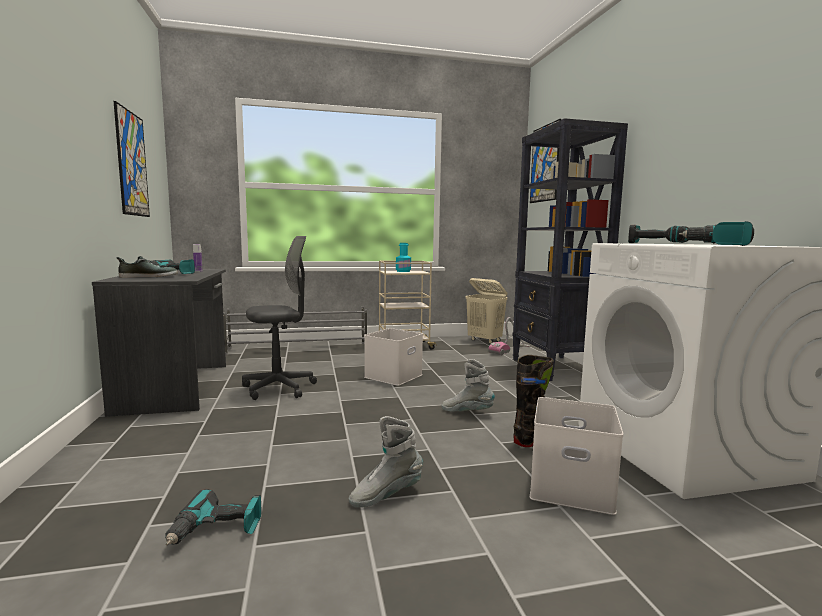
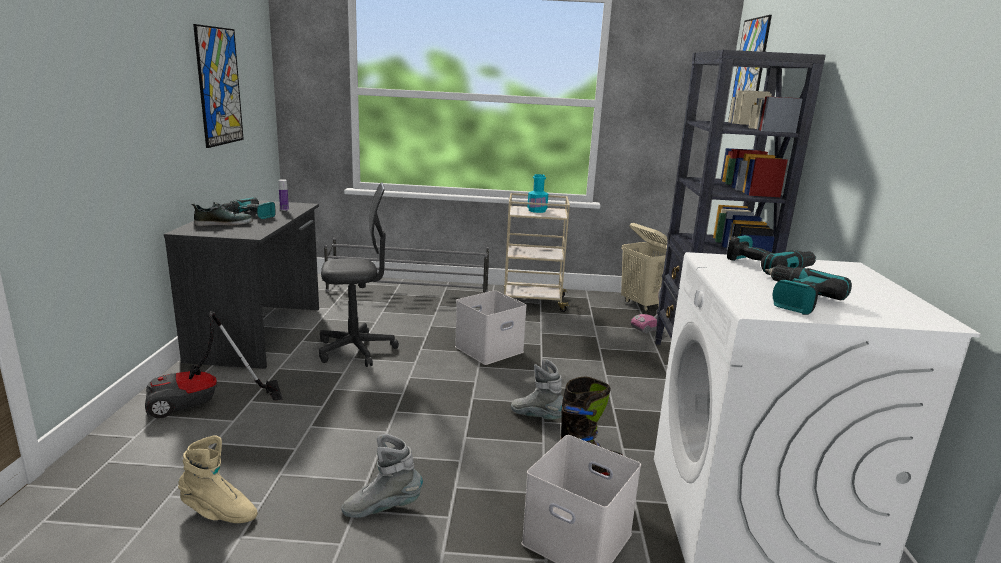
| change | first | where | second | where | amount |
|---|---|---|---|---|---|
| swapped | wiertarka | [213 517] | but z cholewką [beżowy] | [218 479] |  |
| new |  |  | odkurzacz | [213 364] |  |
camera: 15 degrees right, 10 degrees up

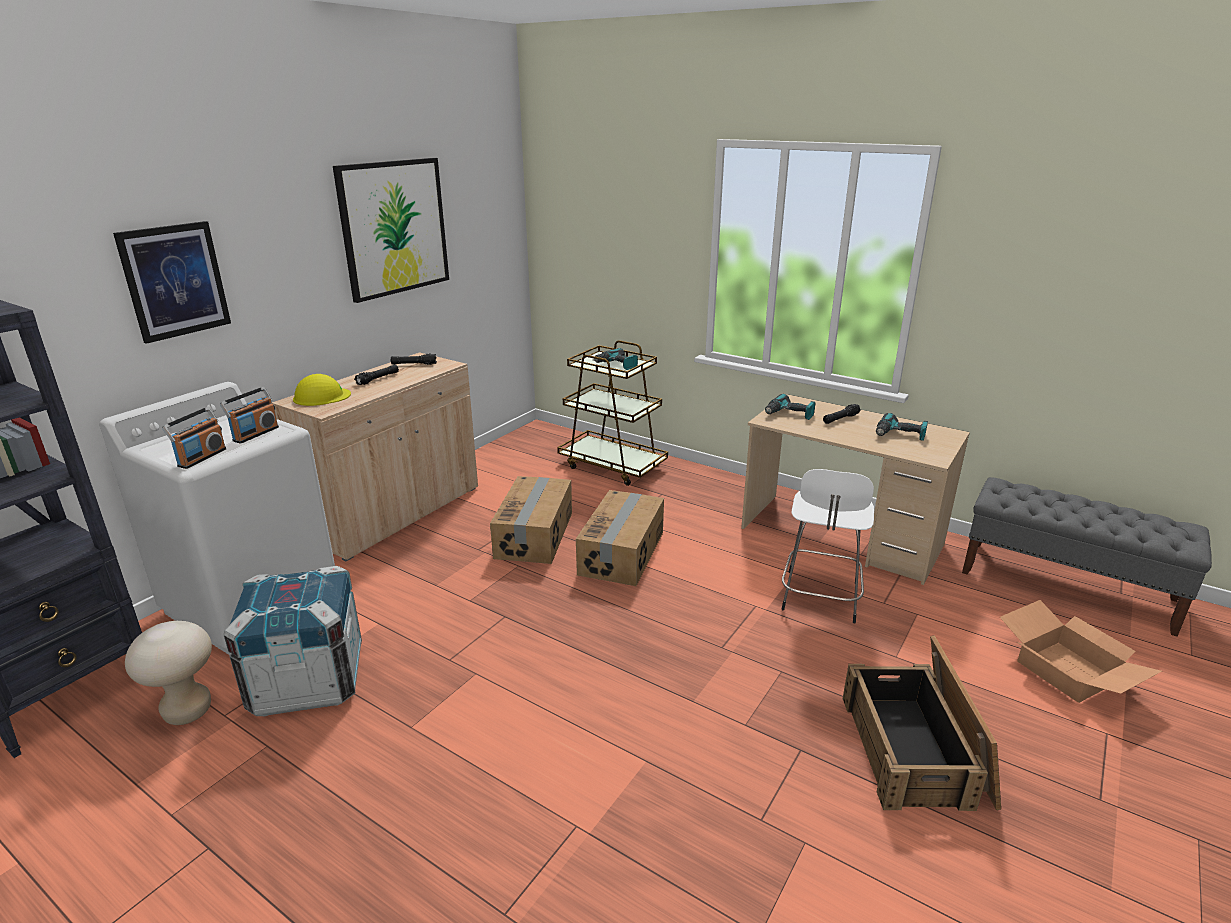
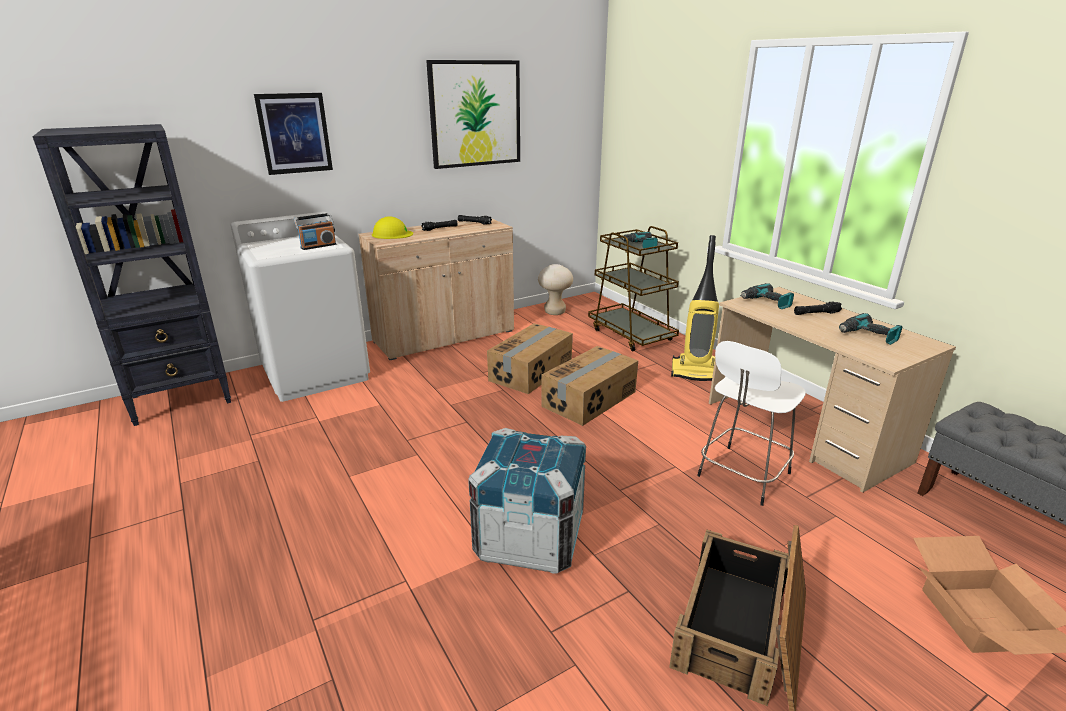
| change | first | where | second | where | amount |
|---|---|---|---|---|---|
| shifted | stołek [beżowy] | [168 673] |  | [555 289] |  |
| gone | radio | [194 438] |  |  |  |
| shifted | skrzynka | [293 641] |  | [527 500] |  |
| new |  |  | odkurzacz | [695 308] |  |
camera: 25 degrees right, 0 degrees up

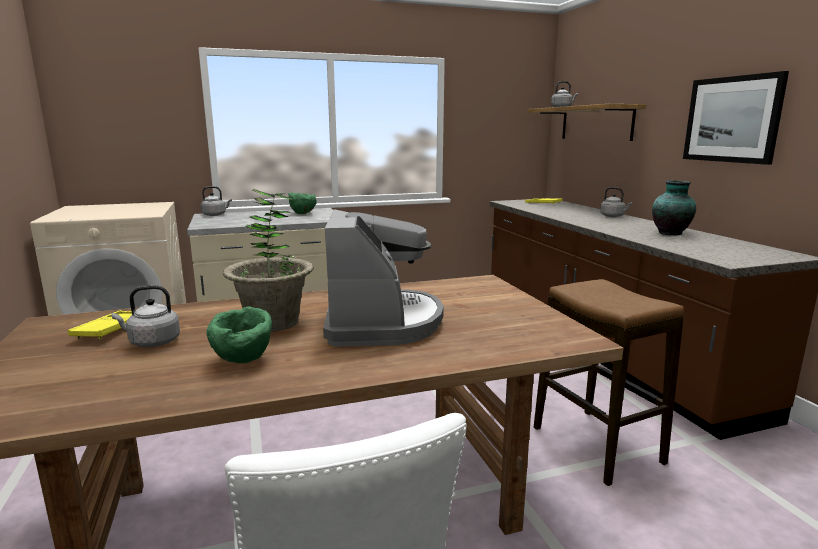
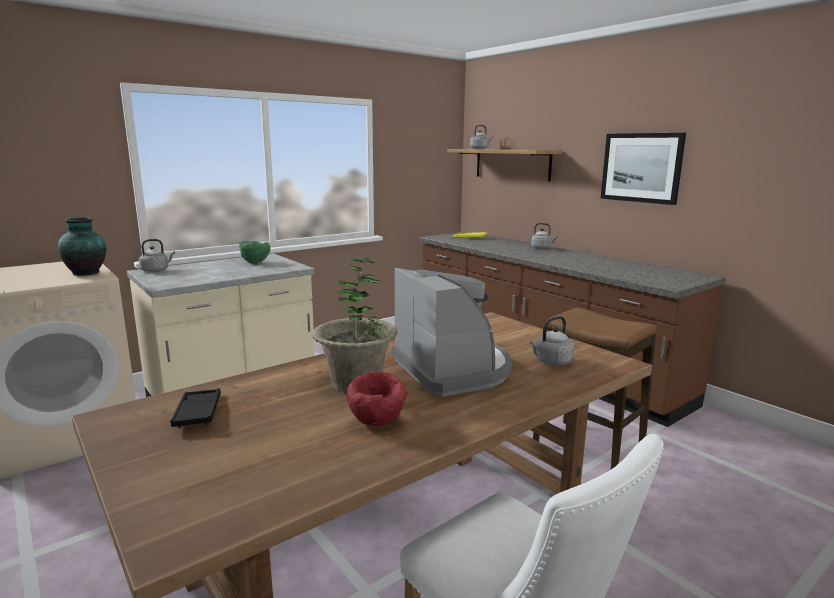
| change | first | where | second | where | amount |
|---|---|---|---|---|---|
| repainted | taca [żółty] | [100 324] | taca [czarny] | [195 408] |  |
| shifted | czajnik [szary] | [146 316] |  | [551 341] |  |
| repainted | miska [zielony] | [239 335] | miska [czerwony] | [377 398] |  |
| shifted | wazon | [674 207] |  | [82 246] |  |
camera: 20 degrees left, 0 degrees up

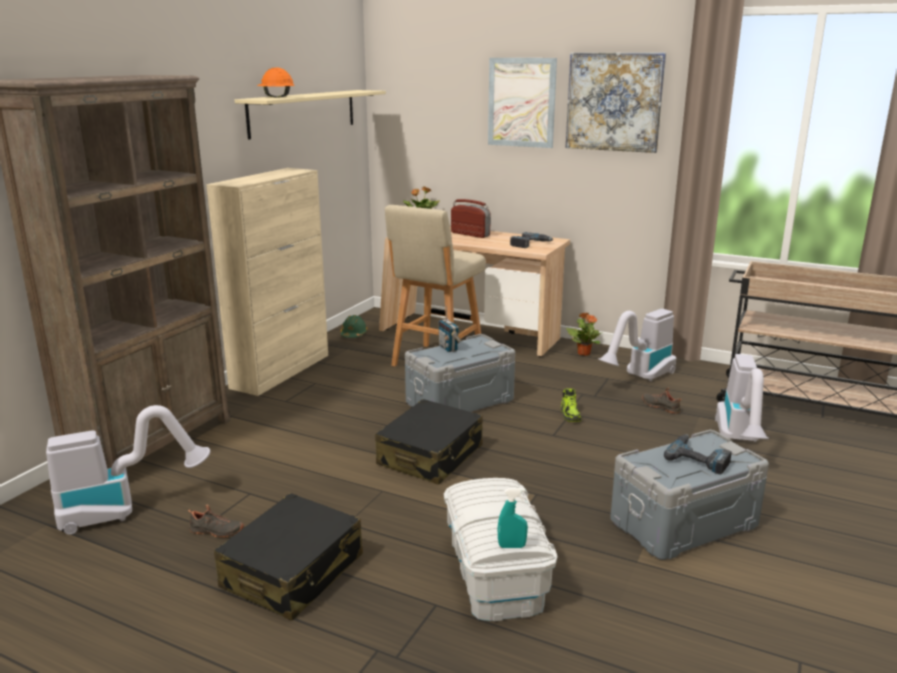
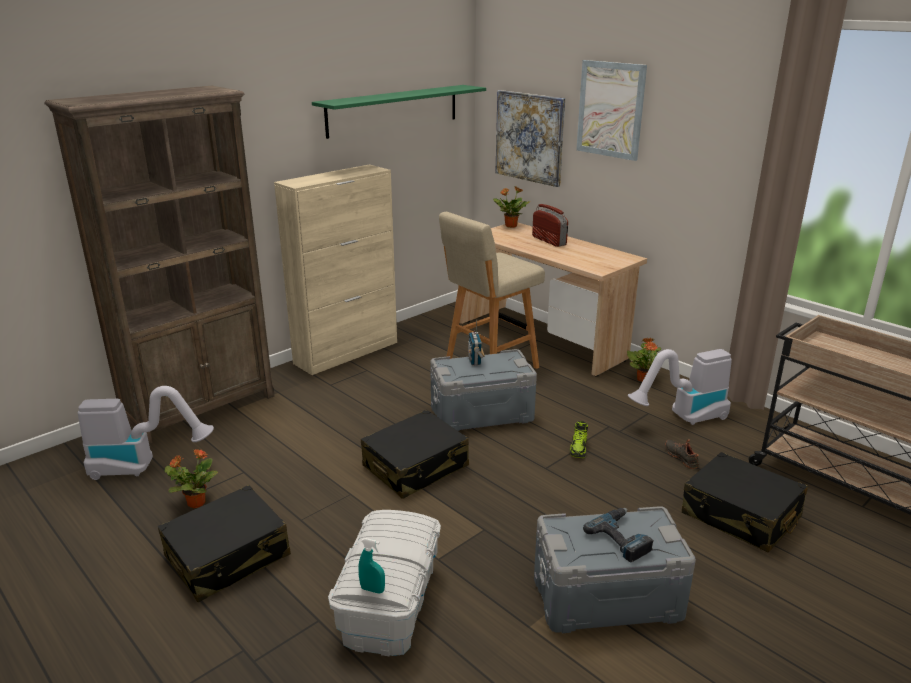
| change | first | where | second | where | amount |
|---|---|---|---|---|---|
| swapped | but [czarny] | [216 521] | roślina doniczkowa | [191 478] |  |
| repainted | półka [beżowy] | [310 115] | półka [zielony] | [399 112] |  |
| gone | kask [pomarańczowy] | [276 82] |  |  |  |
| gone | kask [zielony] | [353 326] |  |  |  |
| gone | wiertarka | [531 240] |  |  |  |
| shifted | obraz | [616 103] |  | [530 138] |  |
| swapped | odkurzacz | [742 398] | walizka [czarny] | [745 502] |  |
camera: 20 degrees right, 5 degrees up

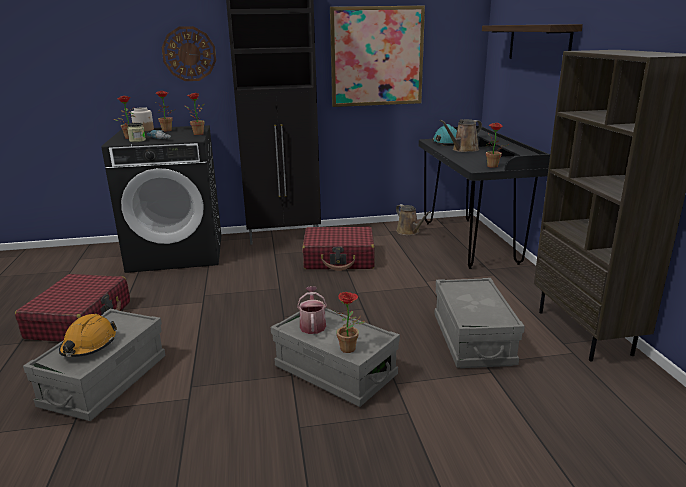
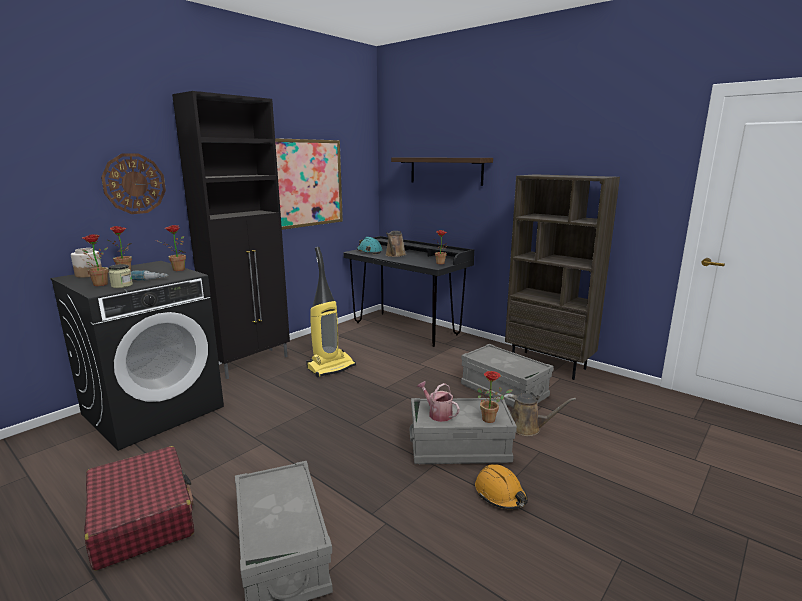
| change | first | where | second | where | amount |
|---|---|---|---|---|---|
| shifted | kask [pomarańczowy] | [88 335] |  | [501 487] |  |
| swapped | walizka [czerwony] | [338 249] | odkurzacz | [331 312] |  |
| shifted | konewka [brązowy] | [413 219] |  | [540 414] |  |
camera: 40 degrees left, 5 degrees down

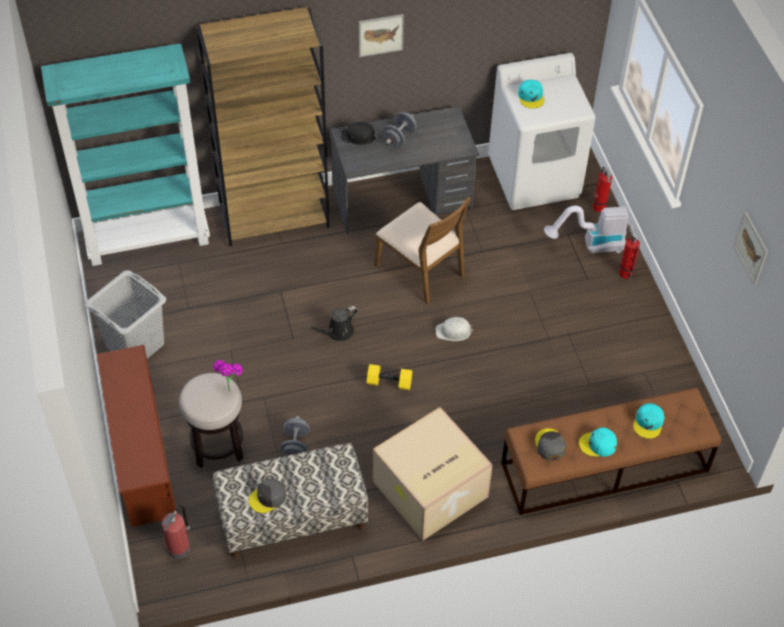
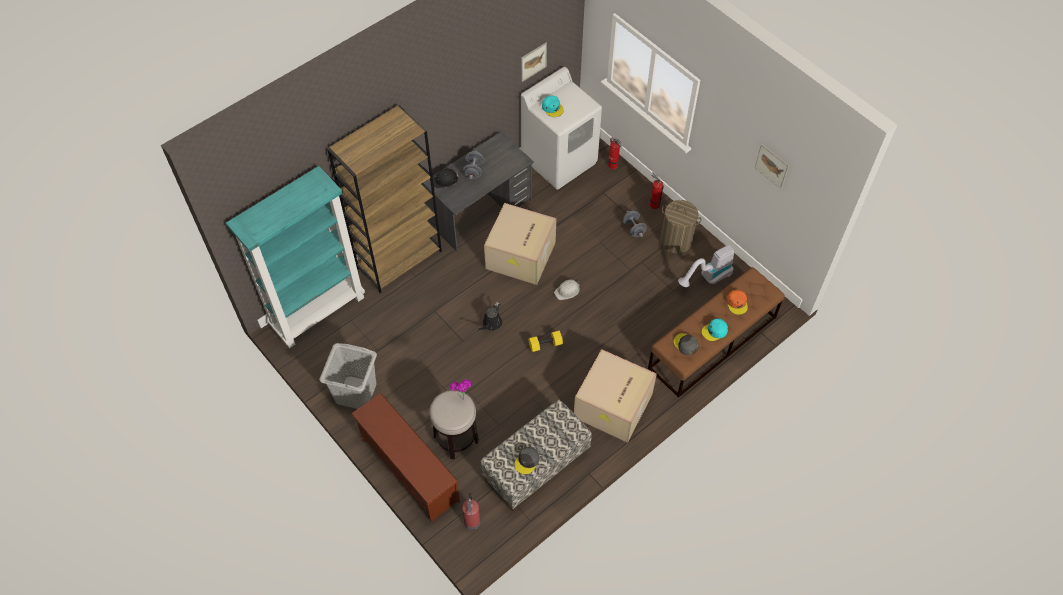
| change | first | where | second | where | amount |
|---|---|---|---|---|---|
| shifted | hantel [szary] | [295 436] |  | [635 223] |  |
| shifted | obraz | [381 35] |  | [534 62] |  |
| swapped | krzesło [brązowy] | [422 250] | karton | [520 244] |  |
| shifted | odkurzacz | [586 229] |  | [706 266] |  |
| repainted | czapka z daszkiem [turkusowy] | [649 421] | czapka z daszkiem [pomarańczowy] | [737 302] |  |
| new |  |  | kosz na pranie | [680 226] |  |
camera: 25 degrees left, 5 degrees up

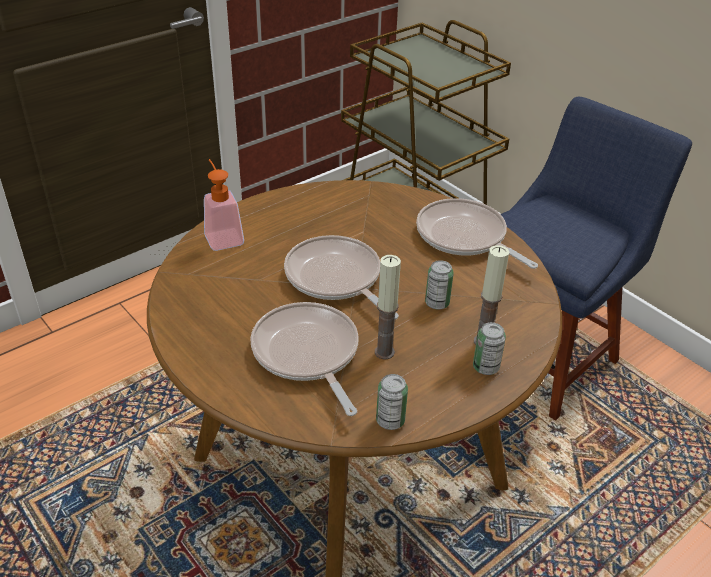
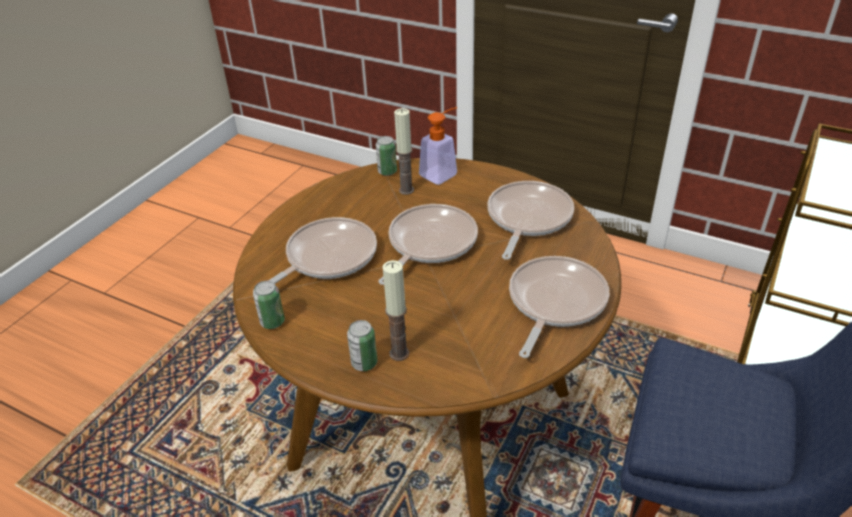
| change | first | where | second | where | amount |
|---|---|---|---|---|---|
| shifted | świeca | [388 307] |  | [404 151] |  |
| shifted | puszka | [439 284] |  | [386 156] |  |
| new |  |  | patelnia | [531 220] |  |
camera: 70 degrees right, 0 degrees up

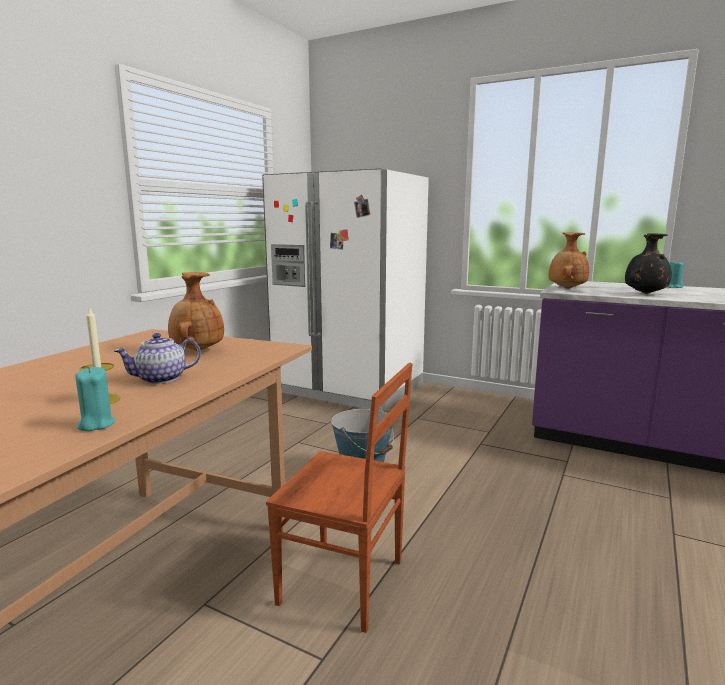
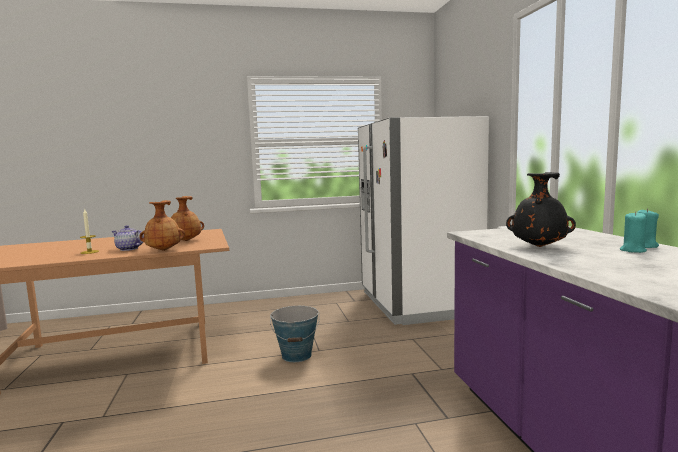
| change | first | where | second | where | amount |
|---|---|---|---|---|---|
| shifted | świeca [turkusowy] | [95 399] |  | [633 232] |  |
| gone | krzesło [brązowy] | [339 497] |  |  |  |
| shifted | wazon [brązowy] | [569 260] |  | [162 225] |  |
camera: 50 degrees right, 5 degrees down

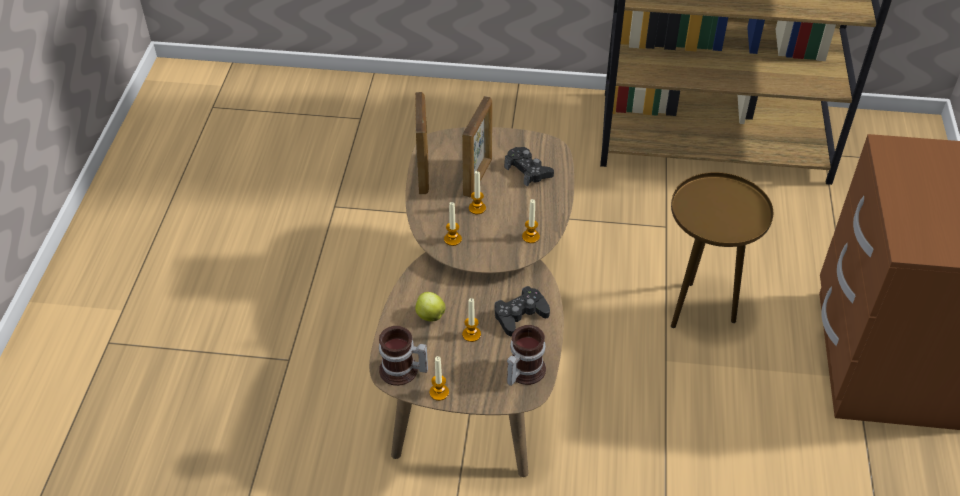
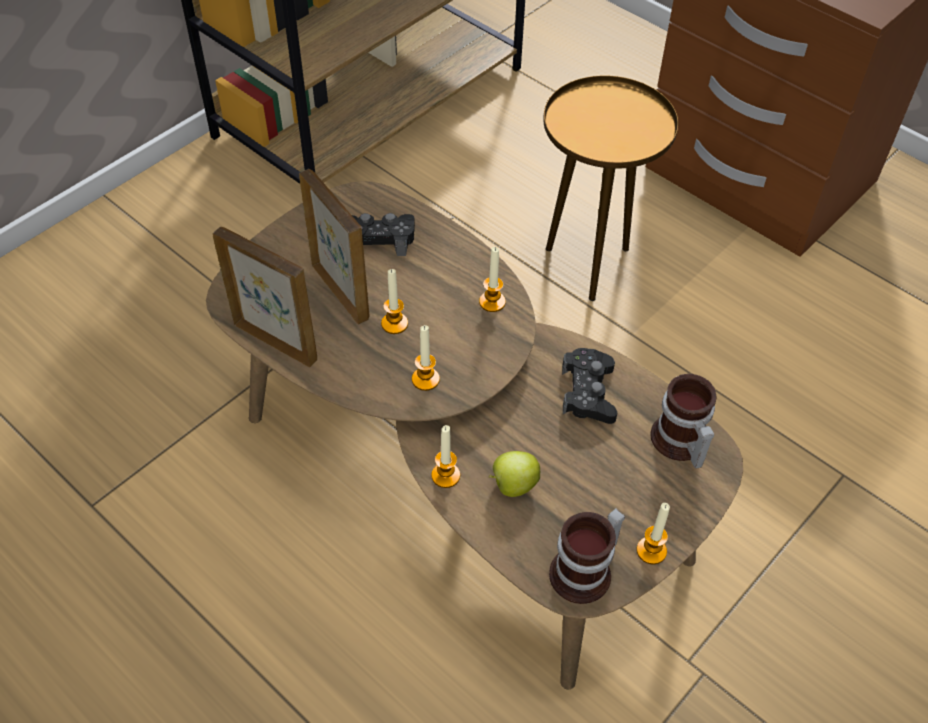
| change | first | where | second | where | amount |
|---|---|---|---|---|---|
| shifted | świeca | [471 320] |  | [445 456] |  |
camera: 55 degrees left, 5 degrees up

